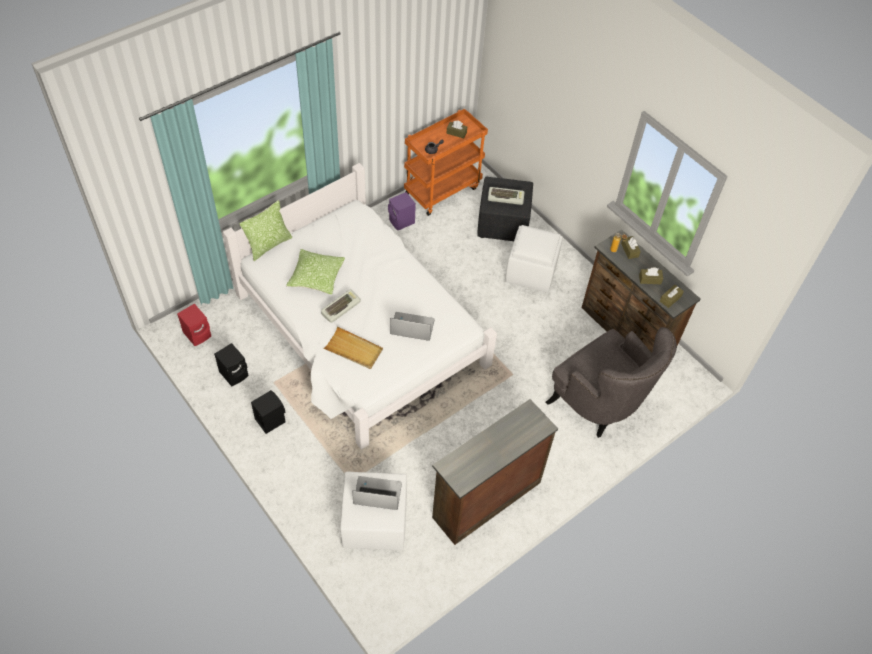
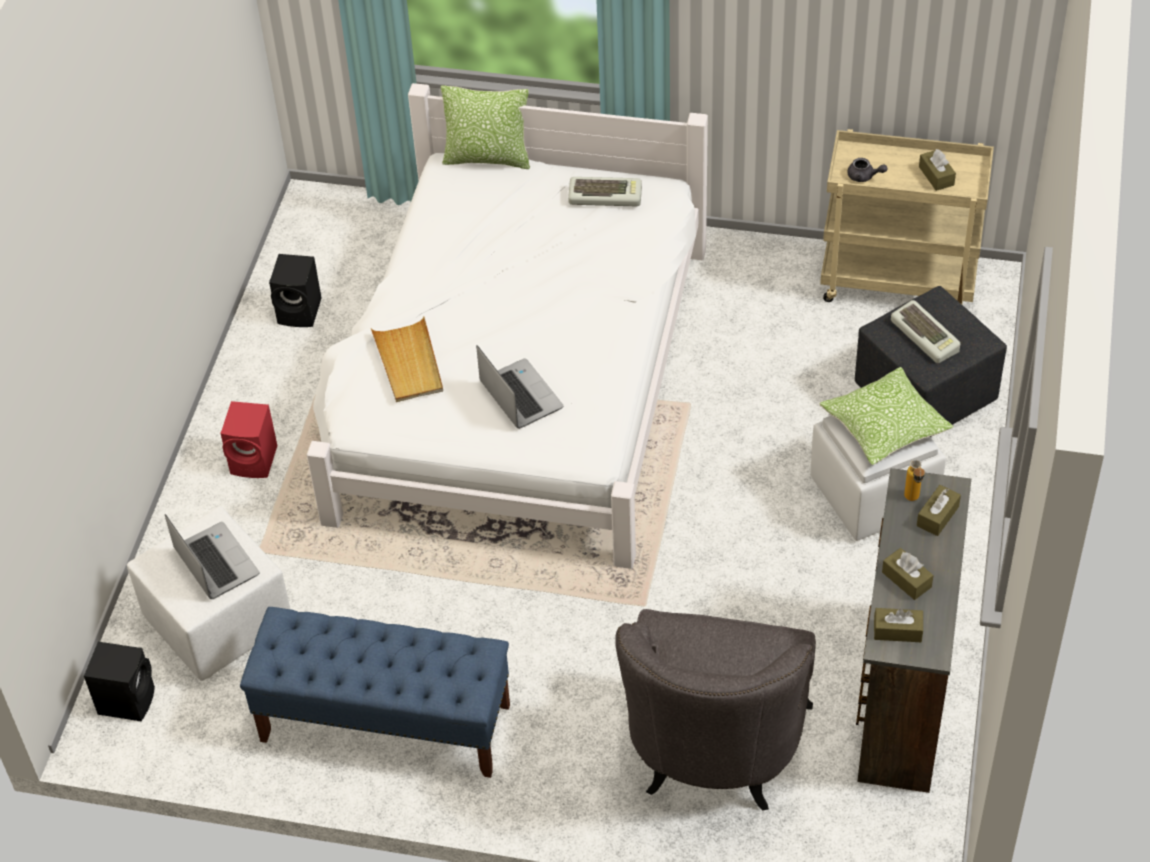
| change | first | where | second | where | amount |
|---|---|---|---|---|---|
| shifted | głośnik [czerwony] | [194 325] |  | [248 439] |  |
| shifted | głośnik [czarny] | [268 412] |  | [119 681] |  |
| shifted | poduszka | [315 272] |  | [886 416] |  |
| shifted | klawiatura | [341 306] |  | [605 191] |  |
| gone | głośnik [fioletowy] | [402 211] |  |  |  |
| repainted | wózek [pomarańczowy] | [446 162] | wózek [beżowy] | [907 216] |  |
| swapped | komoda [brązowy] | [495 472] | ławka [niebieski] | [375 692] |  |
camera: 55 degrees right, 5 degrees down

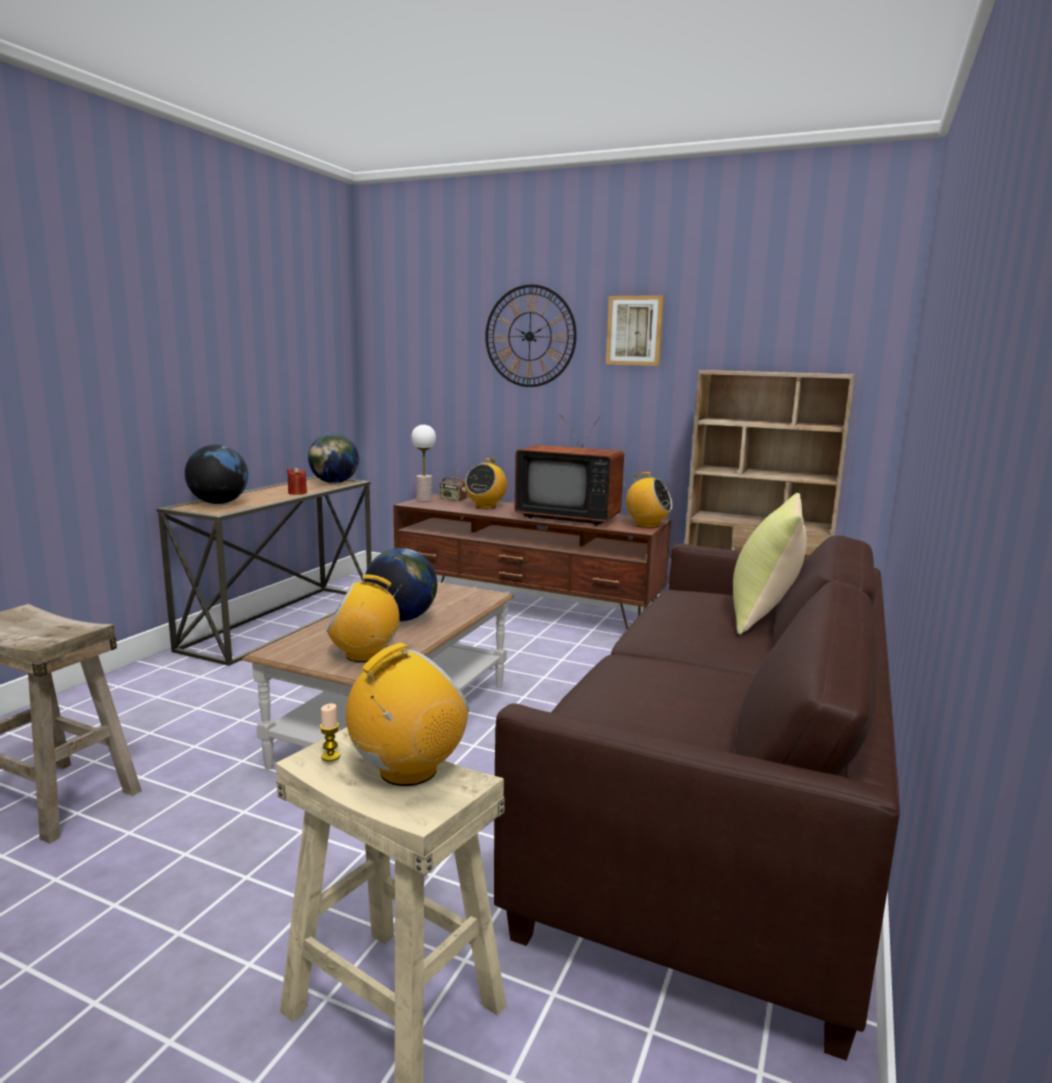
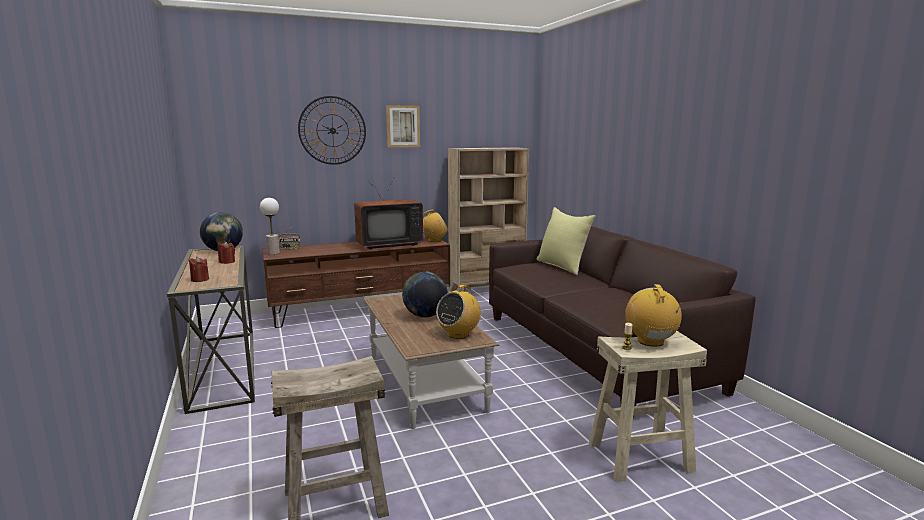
| change | first | where | second | where | amount |
|---|---|---|---|---|---|
| swapped | globus | [216 474] | świeca [czerwony] | [199 269] |  |
| gone | radio | [486 483] |  |  |  |
camera: 45 degrees left, 0 degrees up

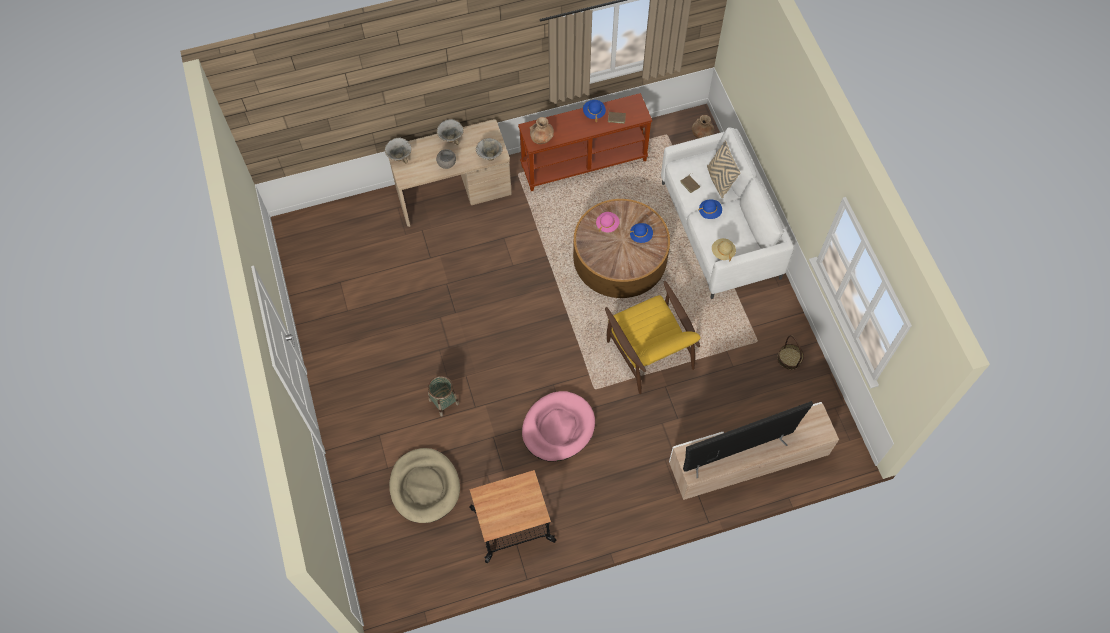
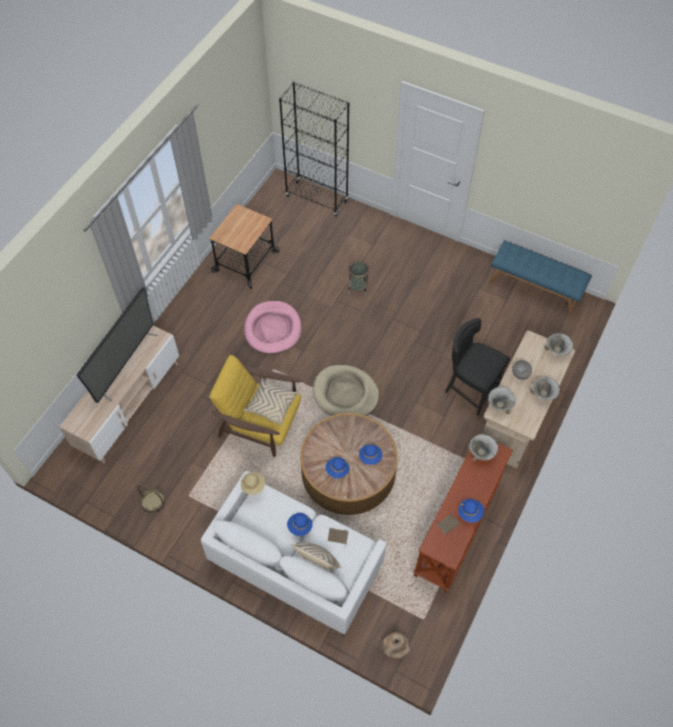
| change | first | where | second | where | amount |
|---|---|---|---|---|---|
| shifted | legowisko [beżowy] | [424 485] |  | [346 390] |  |
| swapped | wazon [brązowy] | [542 130] | miska | [483 448] |  |
| repainted | kapelusz [różowy] | [608 222] | kapelusz [niebieski] | [370 455] |  |
| new |  |  | poduszka [beżowy] | [271 402] |  |
| new |  |  | regał [czarny] | [314 149] |  |
| new |  |  | krzesło [czarny] | [477 366] |  |
| new |  |  | ławka [niebieski] | [540 278] |  |
camera: 135 degrees right, 5 degrees down

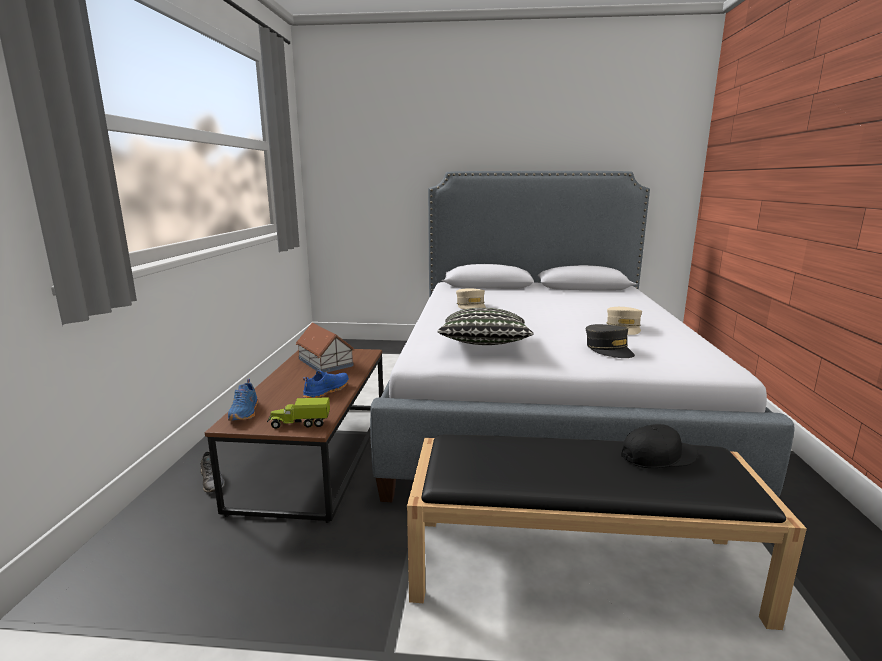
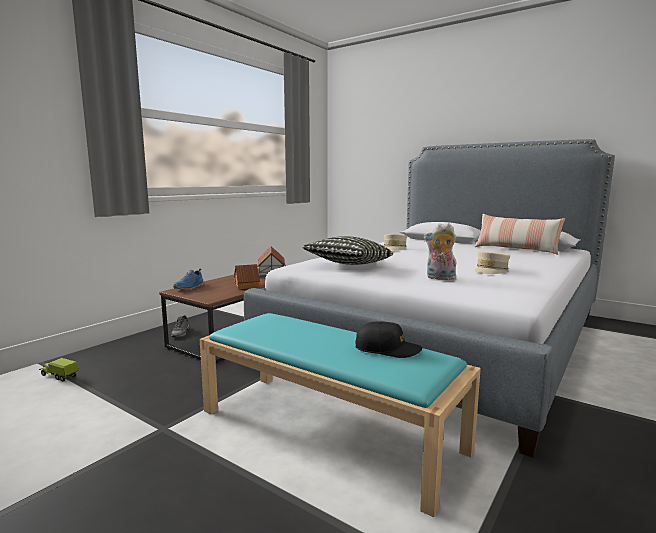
| change | first | where | second | where | amount |
|---|---|---|---|---|---|
| shifted | ciężarówka zabawkowa | [298 413] |  | [59 370] |  |
| swapped | but [niebieski] | [326 384] | domek | [247 276] |  |
| repainted | ławka [czarny] | [606 532] | ławka [turkusowy] | [340 415] |  |
| swapped | czapka z daszkiem [szary] | [610 341] | pluszak | [439 251] |  |
| new |  |  | poduszka | [519 234] |  |
camera: 30 degrees right, 5 degrees down

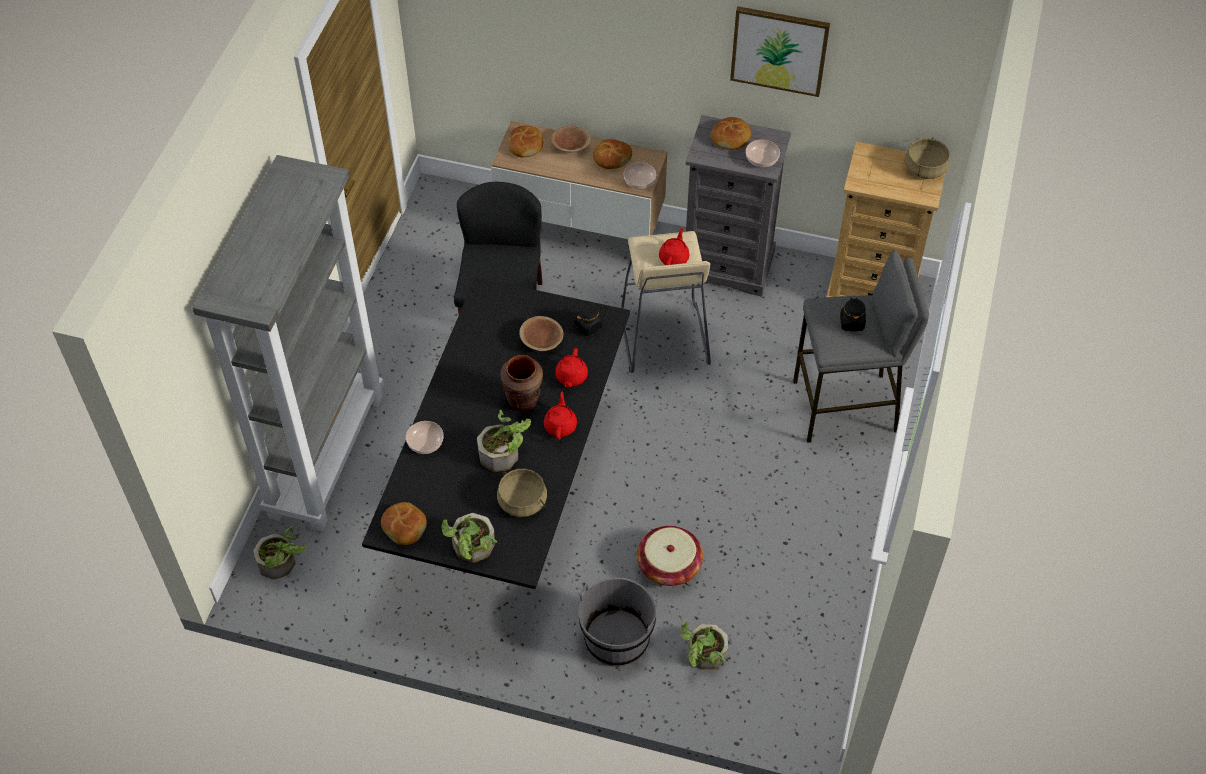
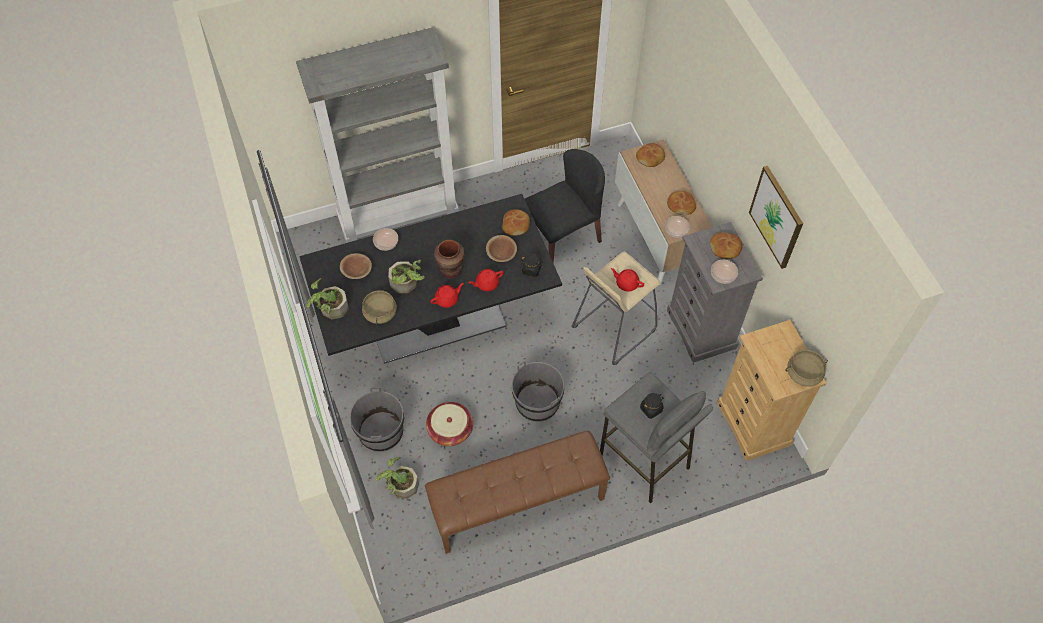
| change | first | where | second | where | amount |
|---|---|---|---|---|---|
| gone | roślina doniczkowa | [280 552] |  |  |  |
| shifted | chleb | [404 523] |  | [516 222] |  |
| shifted | miska [brązowy] | [571 139] |  | [356 266] |  |
| rotated | imbryk [czerwony] | [674 246] |  | [627 280] | 135 degrees counterclockwise |
| new |  |  | ławka [brązowy] | [517 492] |  |
| new |  |  | wiadro [szary] | [537 391] |  |
camera: 55 degrees right, 5 degrees up

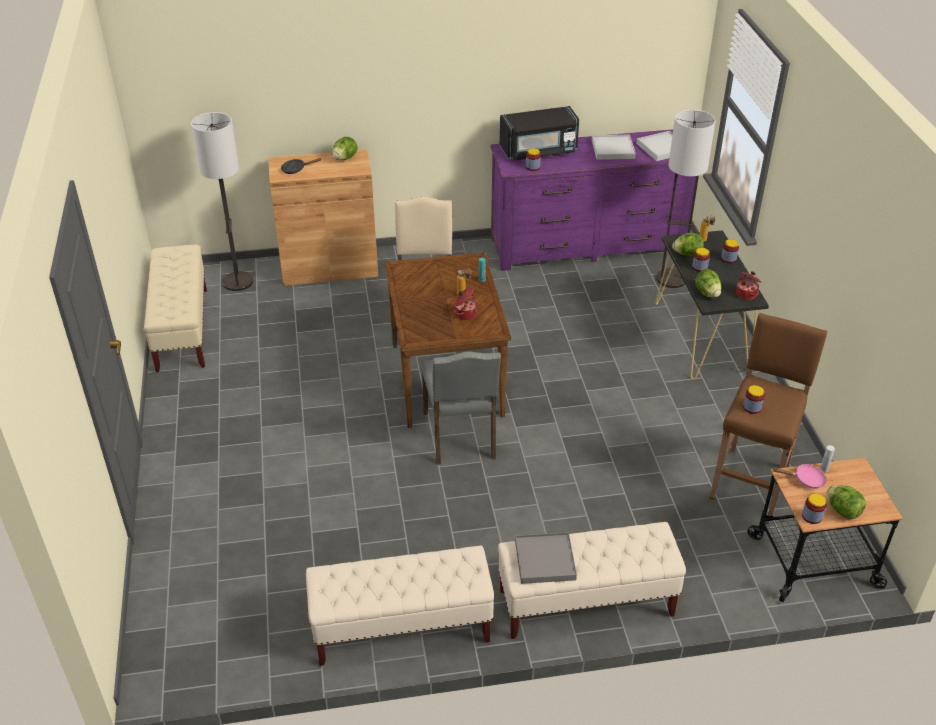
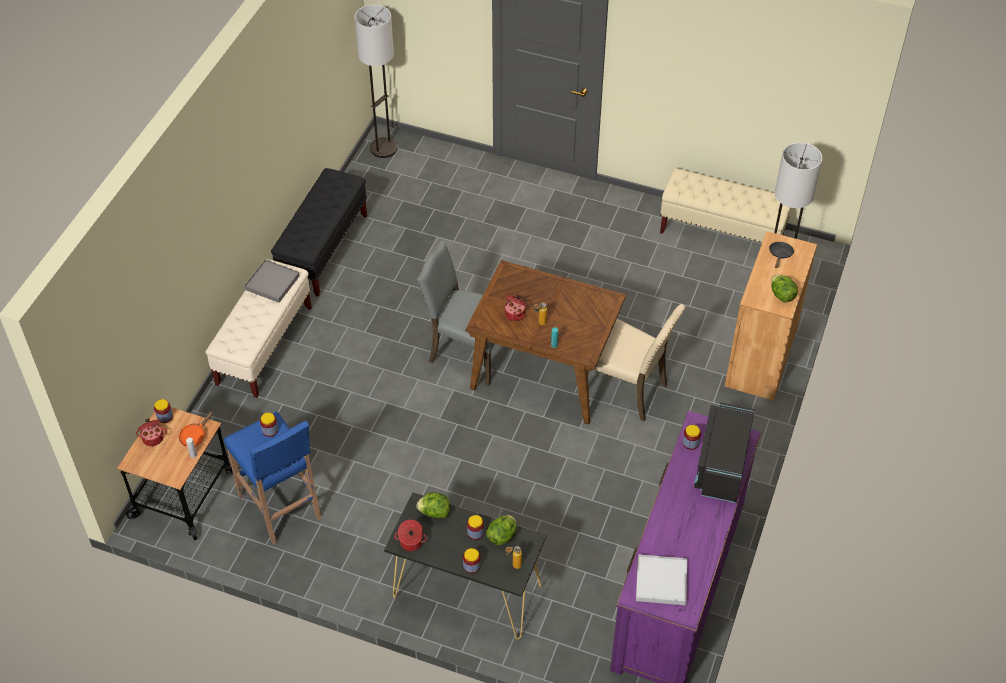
| change | first | where | second | where | amount |
|---|---|---|---|---|---|
| repainted | ławka [beżowy] | [400 605] | ławka [czarny] | [319 232] |  |
| gone | taca [biały] | [614 147] |  |  |  |
| shifted | lampa stojąca | [686 199] |  | [376 81] |  |
| repainted | stołek [brązowy] | [768 414] | stołek [niebieski] | [273 478] |  |
| repainted | patelnia [różowy] | [799 476] | patelnia [pomarańczowy] | [196 429] |  |
| swapped | sałata | [846 502] | garnek | [151 432] |  |
camera: 120 degrees right, 10 degrees up

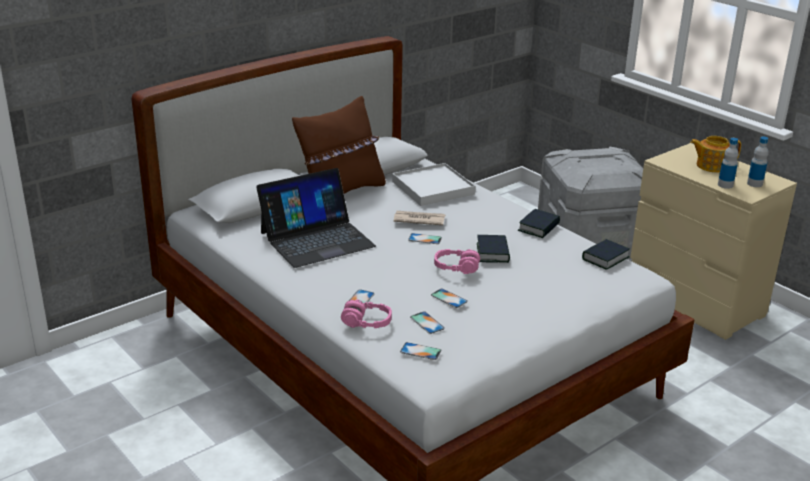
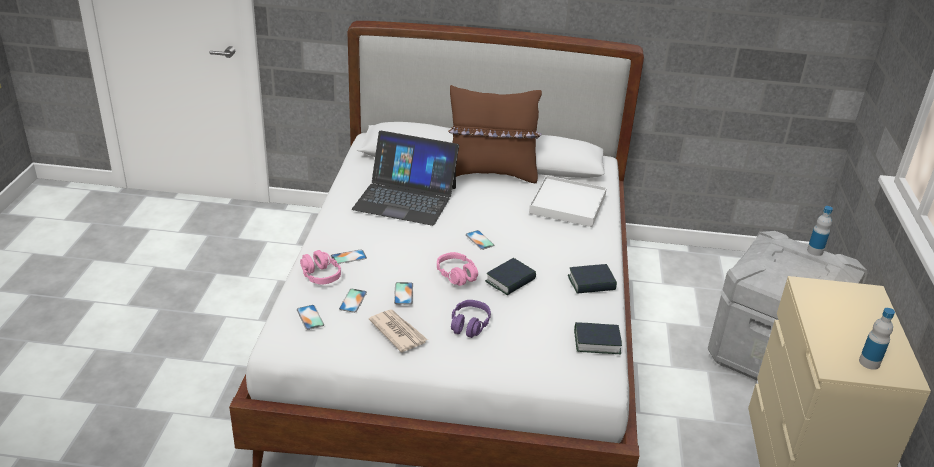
| change | first | where | second | where | amount |
|---|---|---|---|---|---|
| shifted | gazeta | [420 218] |  | [398 330] |  |
| gone | imbryk | [715 154] |  |  |  |
| shifted | butelka | [728 163] |  | [820 231] |  |
| new |  |  | słuchawki [fioletowy] | [471 319] |  |
camera: 45 degrees right, 5 degrees up

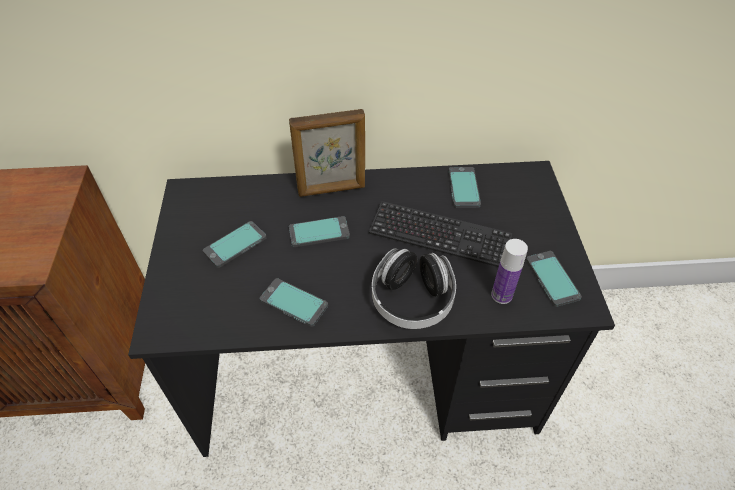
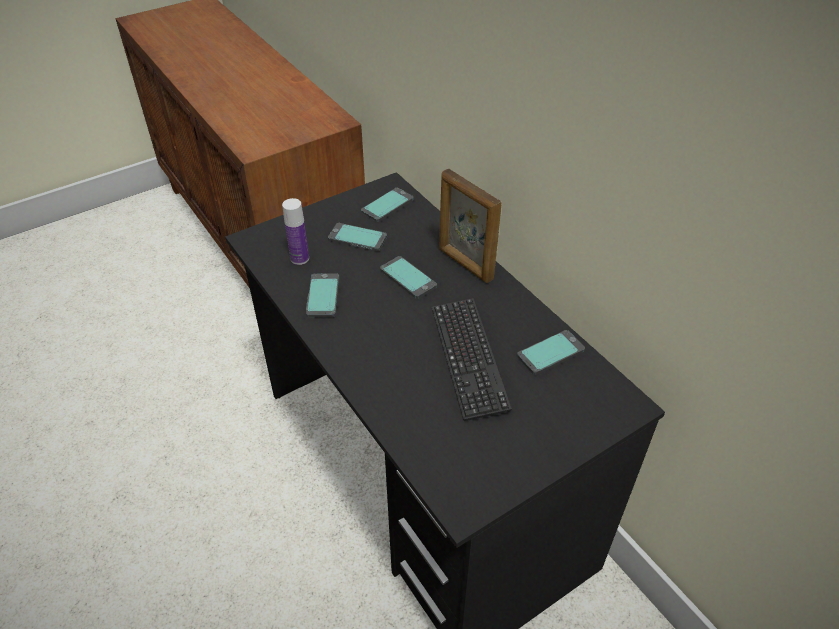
| change | first | where | second | where | amount |
|---|---|---|---|---|---|
| gone | słuchawki | [414 288] |  |  |  |
| shifted | butelka | [509 271] |  | [295 231] |  |
| shifted | telefon | [554 279] |  | [387 205] |  |
camera: 60 degrees right, 5 degrees down

